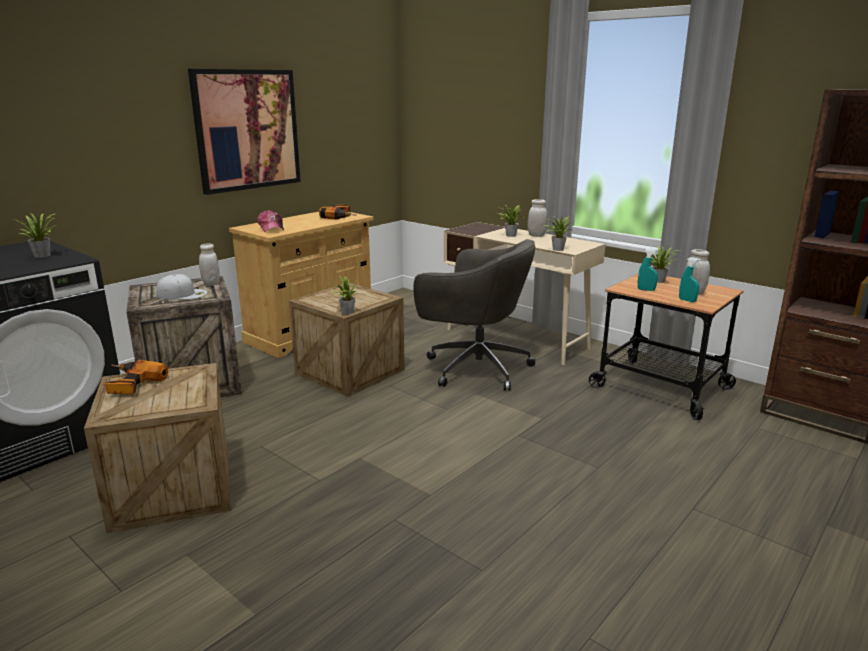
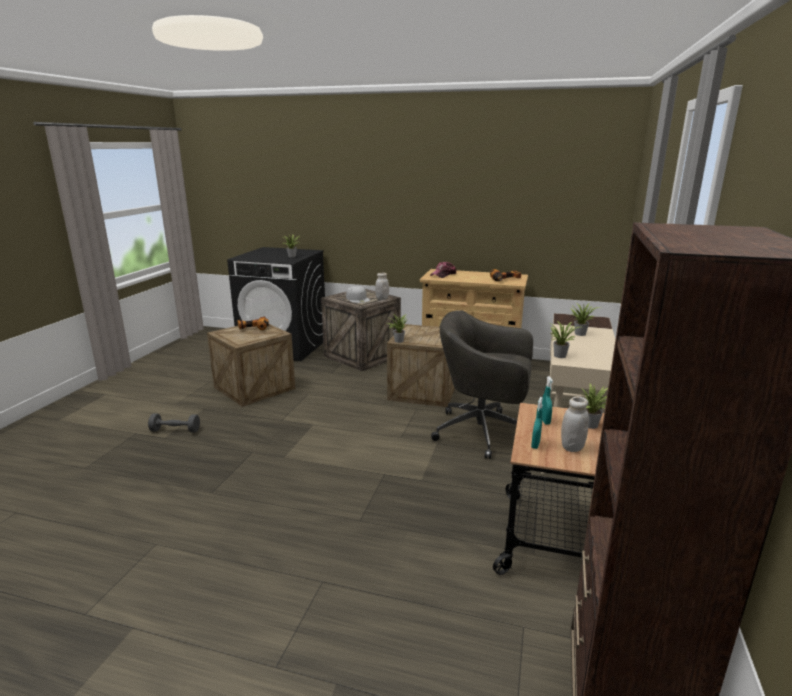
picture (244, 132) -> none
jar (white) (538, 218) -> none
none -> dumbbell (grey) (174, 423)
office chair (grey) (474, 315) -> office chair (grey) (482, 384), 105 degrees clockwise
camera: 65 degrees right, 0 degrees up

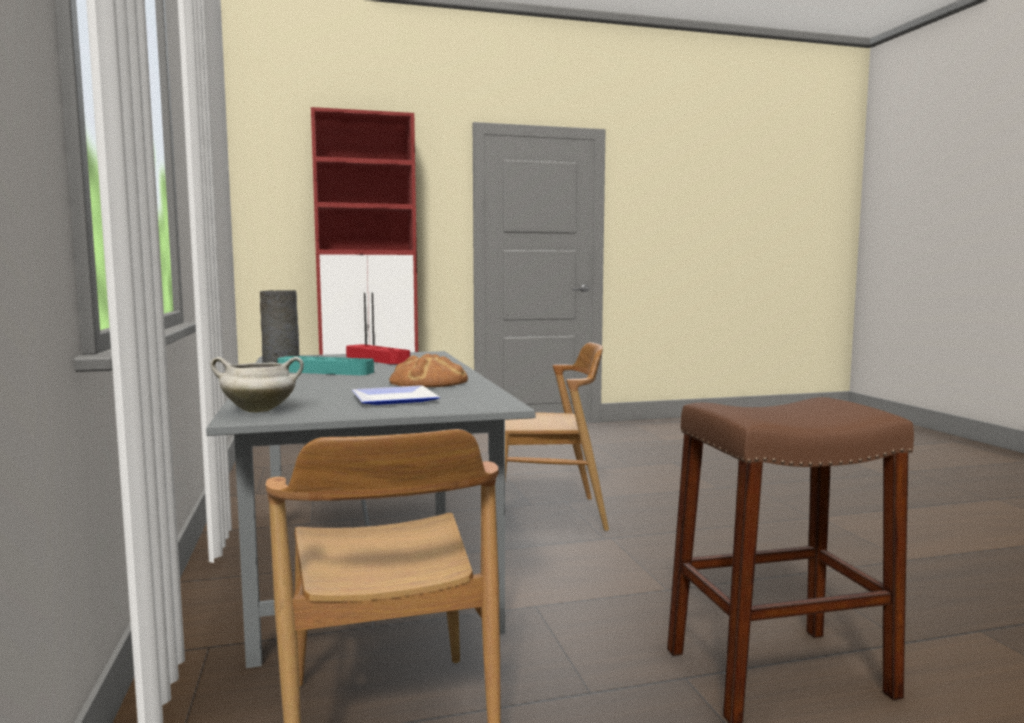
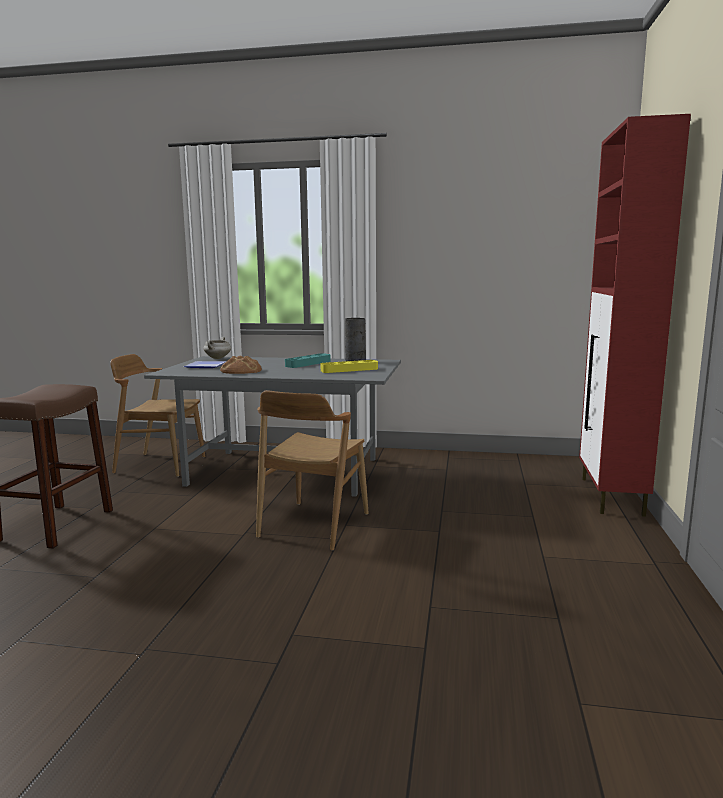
tray (red) (378, 354) -> tray (yellow) (349, 366)
camera: 115 degrees right, 5 degrees up

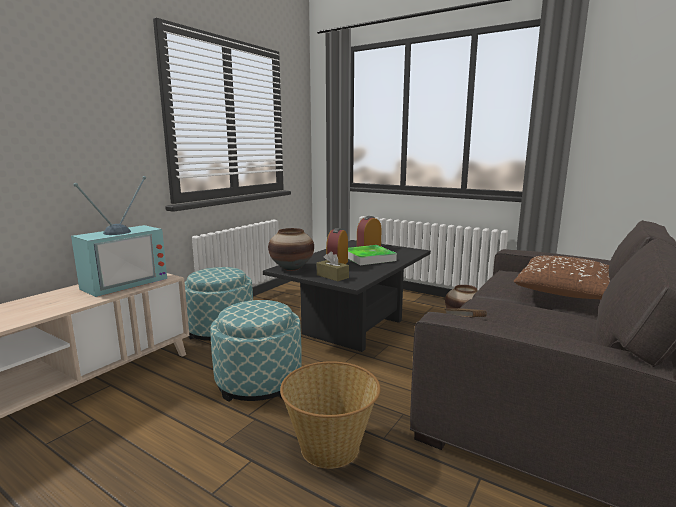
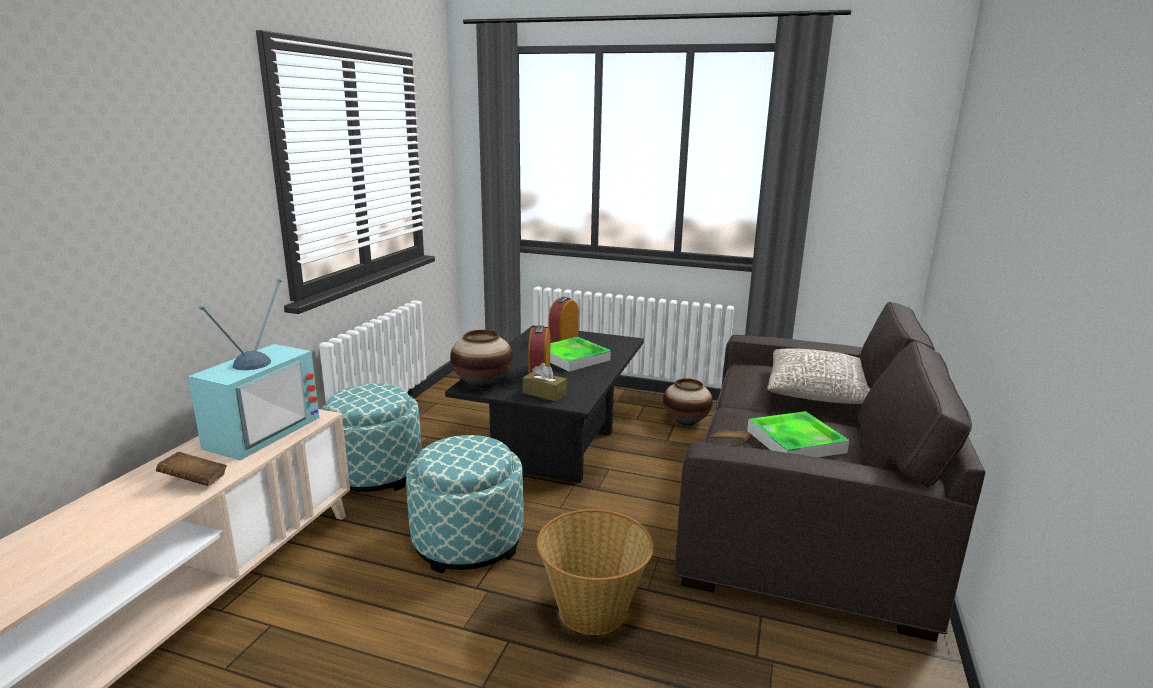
none -> book (brown) (191, 469)
none -> tray (798, 434)
pillow (brown) (562, 277) -> pillow (grey) (818, 376)
camera: 15 degrees left, 5 degrees up

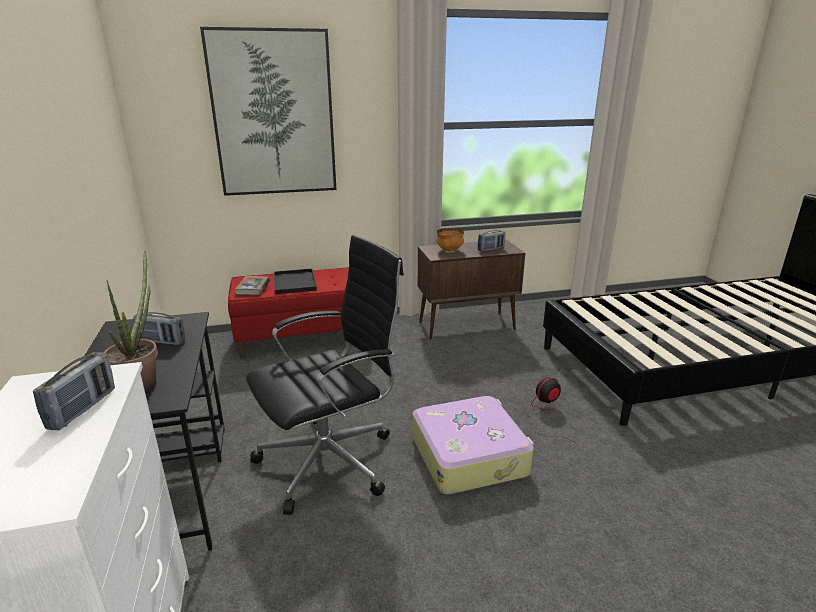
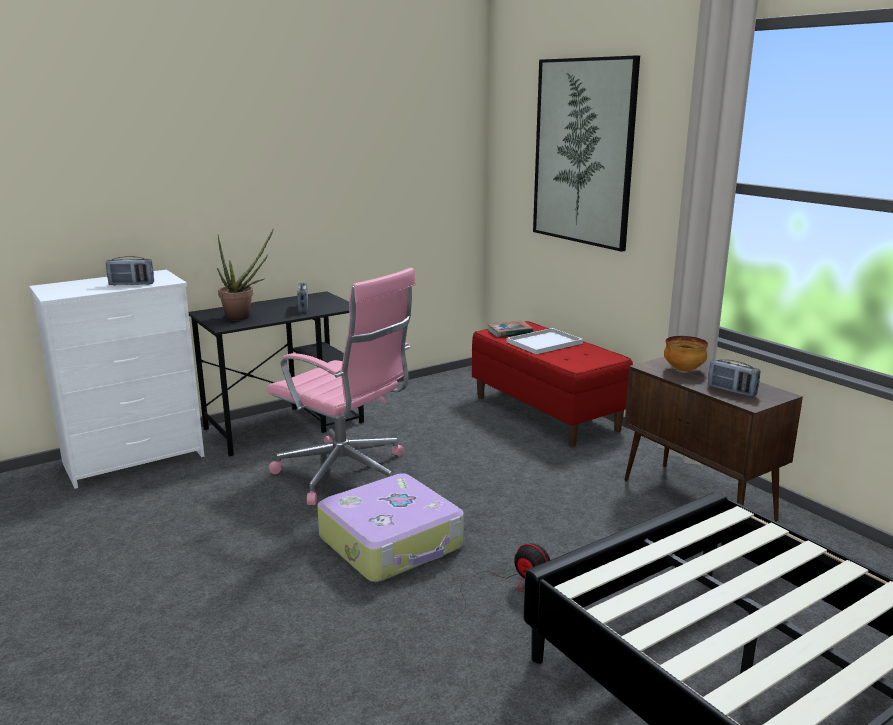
office chair (black) (325, 375) -> office chair (pink) (341, 386)
tray (black) (295, 281) -> tray (white) (544, 341)
camera: 70 degrees right, 5 degrees down

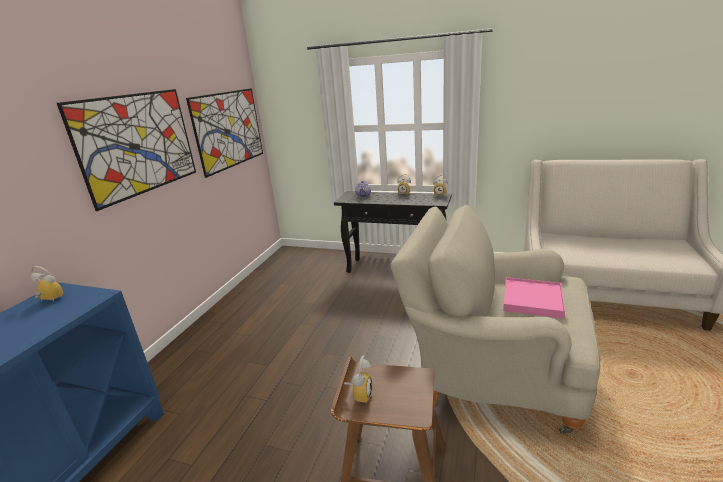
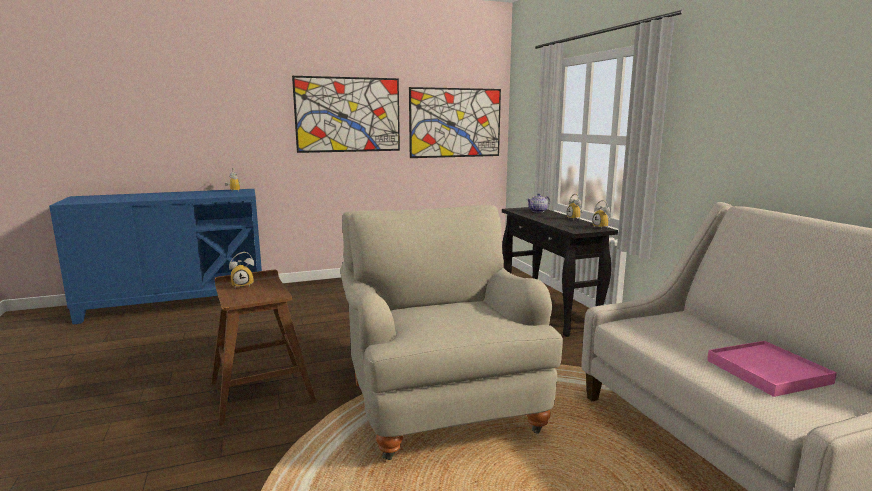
tray (pink) (534, 298) -> tray (pink) (772, 369), moved
camera: 50 degrees right, 10 degrees down

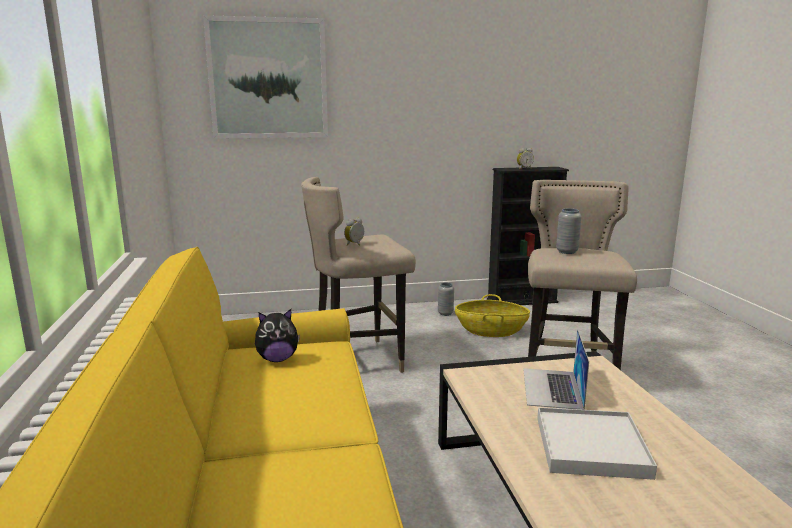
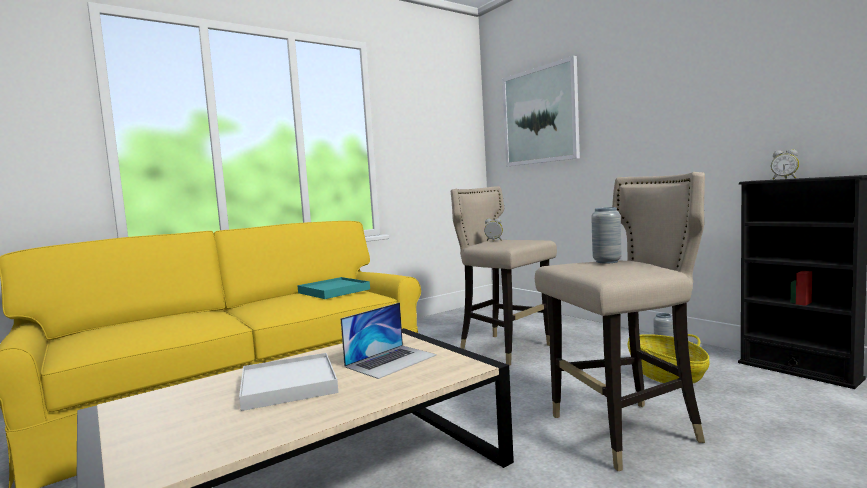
plush toy (277, 335) -> tray (turquoise) (333, 288)
laptop (556, 369) -> laptop (388, 340), 150 degrees clockwise
camera: 65 degrees right, 10 degrees down

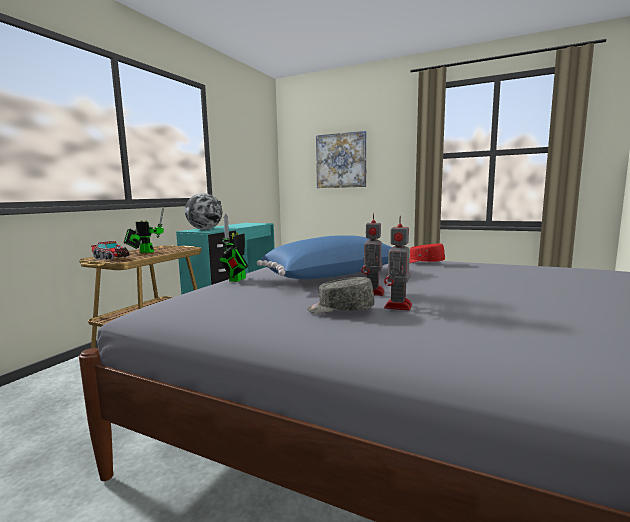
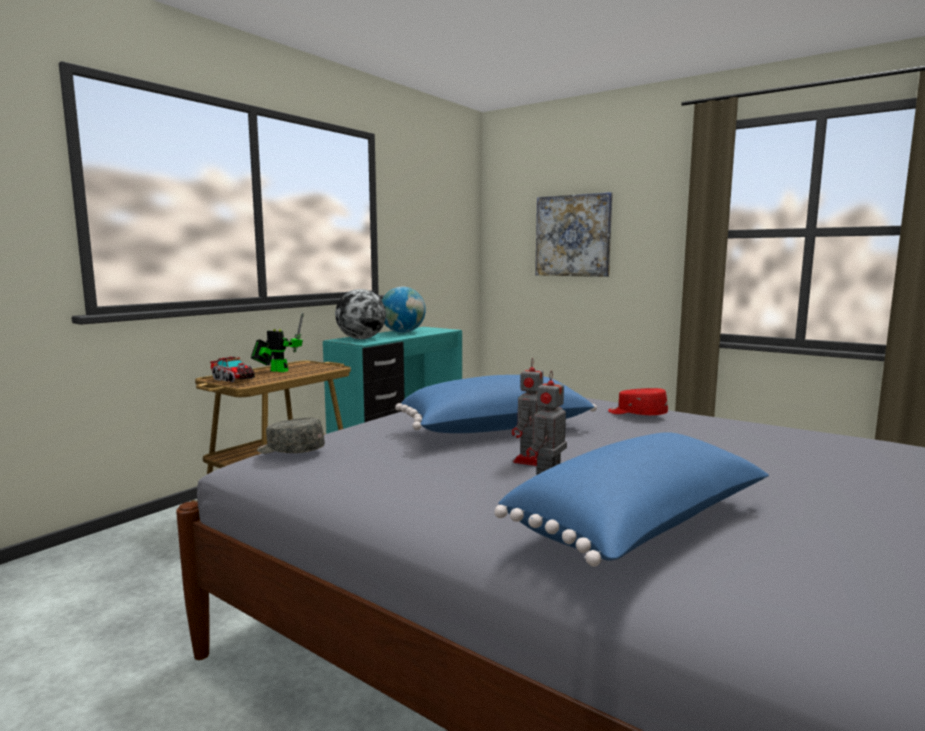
toy robot (233, 247) -> none
none -> globe (404, 309)
none -> pillow (blue) (631, 499)
cap (grey) (341, 295) -> cap (grey) (291, 435), moved
camera: 10 degrees right, 0 degrees up

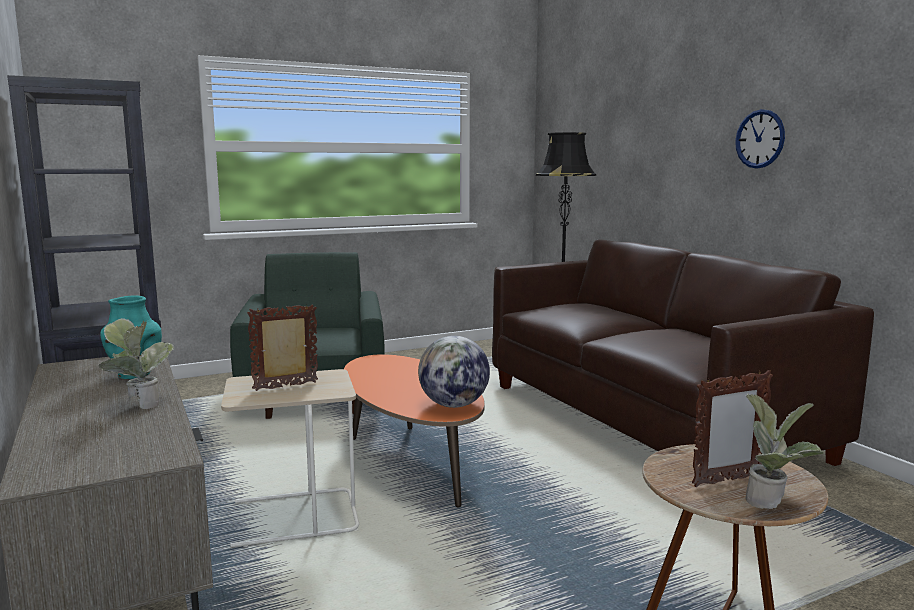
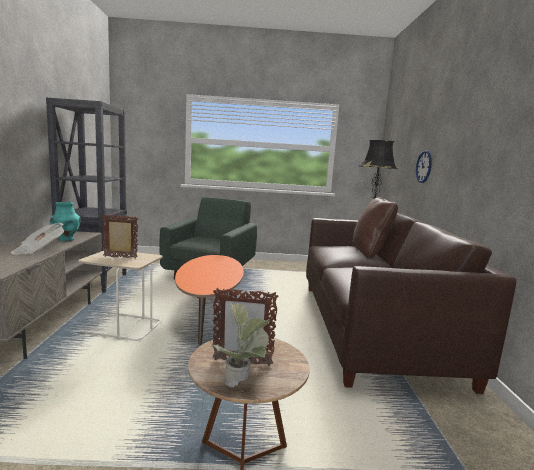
globe (454, 372) -> none
none -> pillow (brown) (375, 227)
wall clock (760, 139) -> wall clock (424, 166), moved
potted plant (136, 363) -> newspaper (37, 239)
camera: 25 degrees right, 0 degrees up

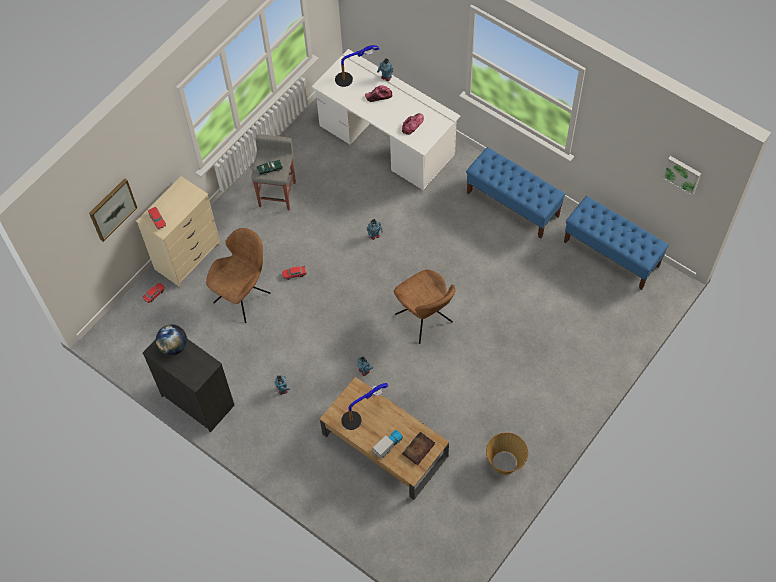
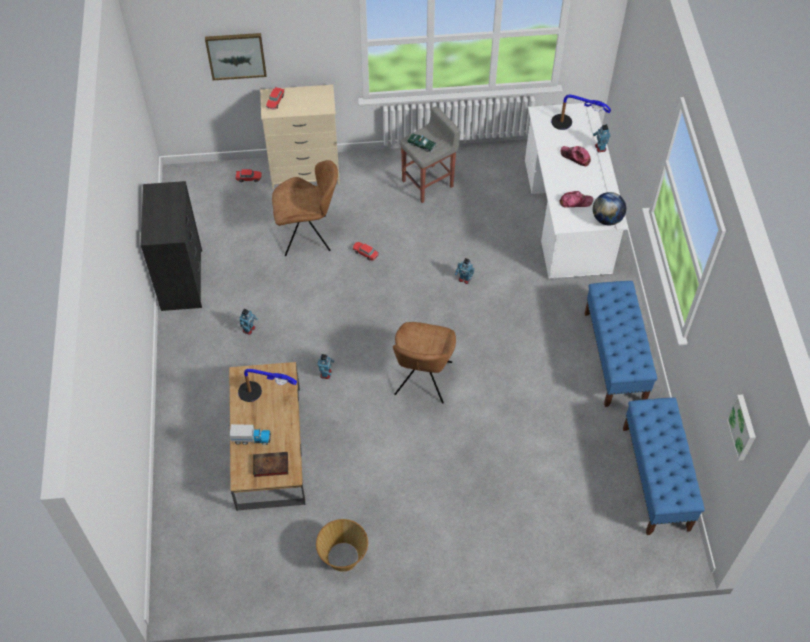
globe (171, 340) -> globe (609, 208), moved
camera: 45 degrees right, 5 degrees down

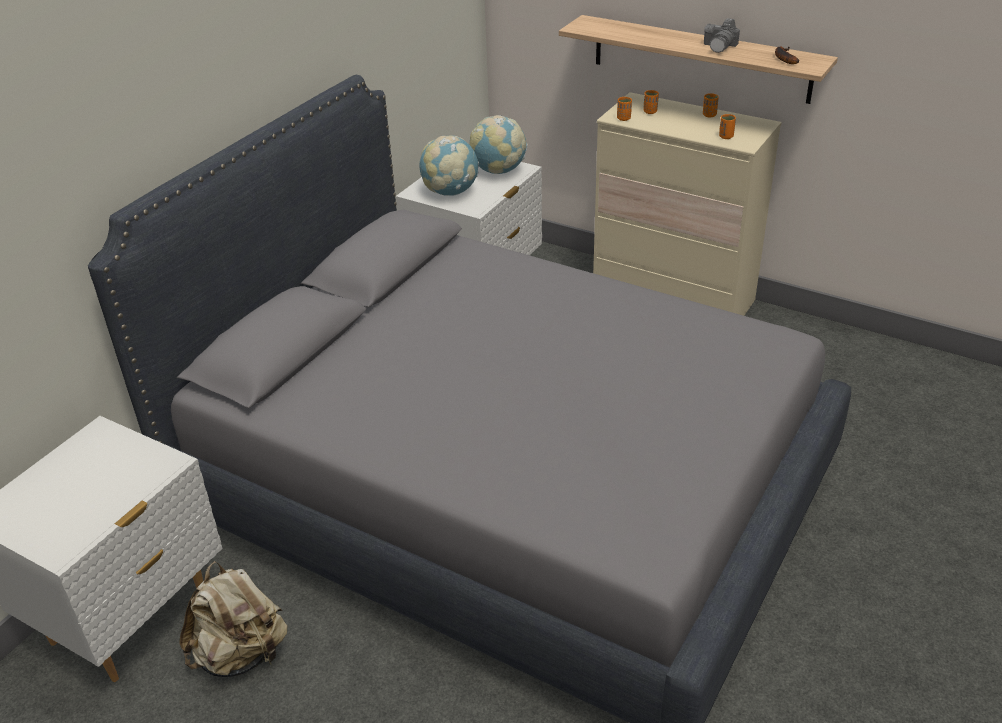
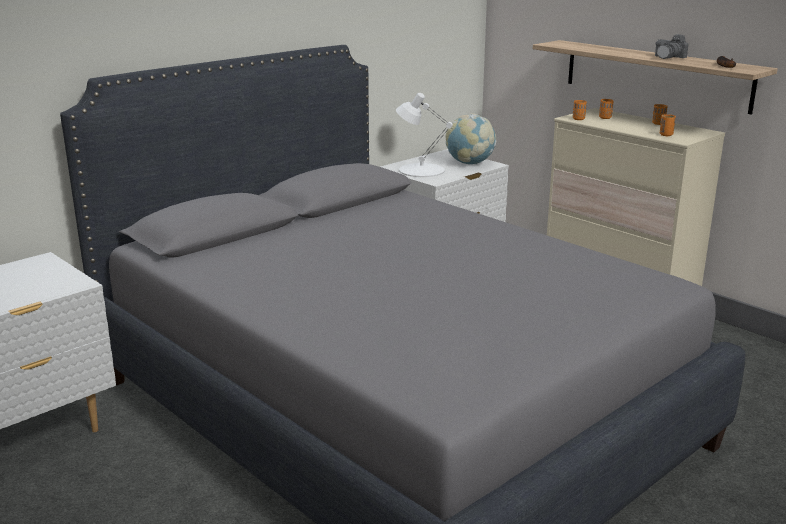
backpack (beige) (233, 619) -> none
globe (449, 165) -> table lamp (white) (424, 135)
camera: 15 degrees right, 15 degrees down

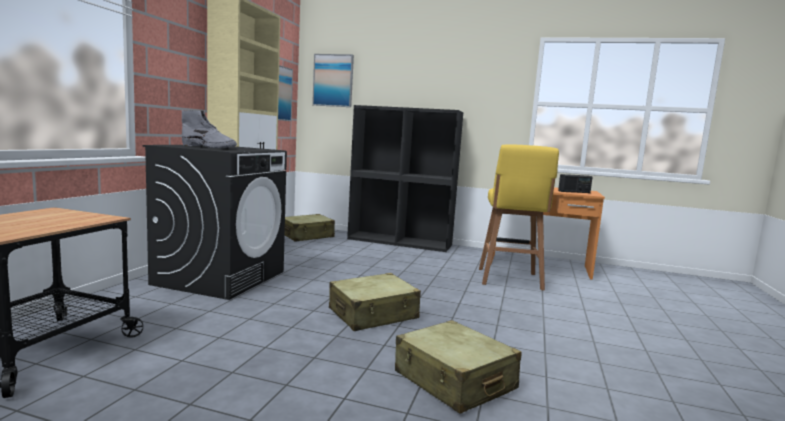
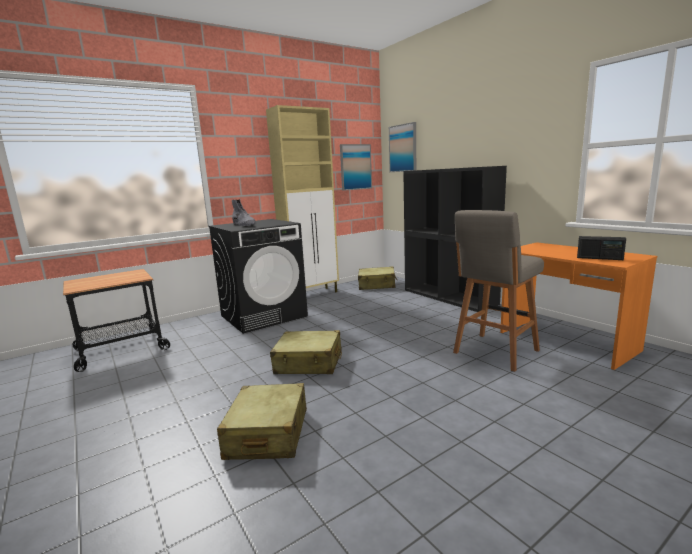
stool (yellow) (519, 217) -> stool (grey) (498, 291)
camera: 40 degrees right, 5 degrees up

